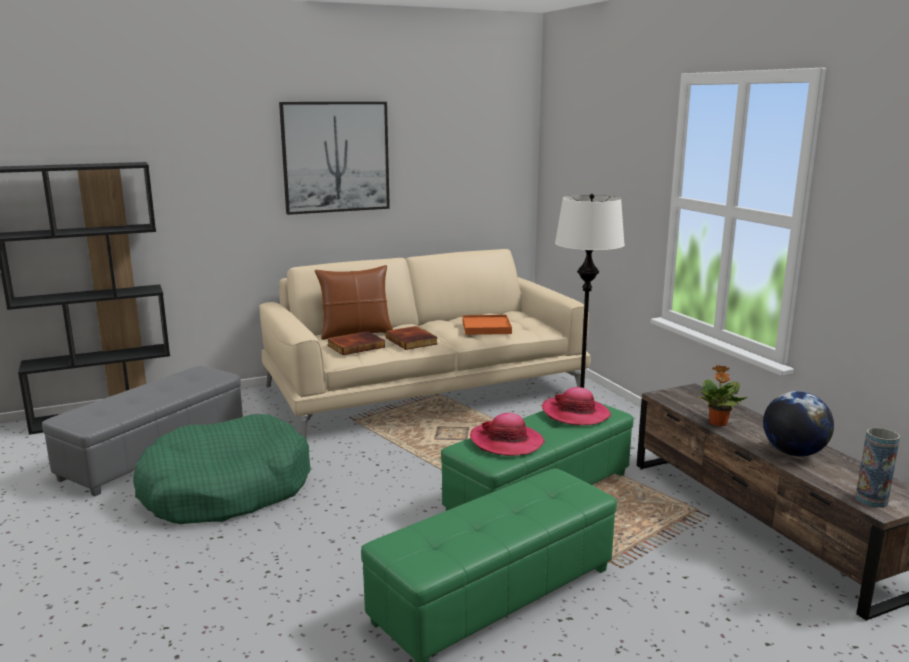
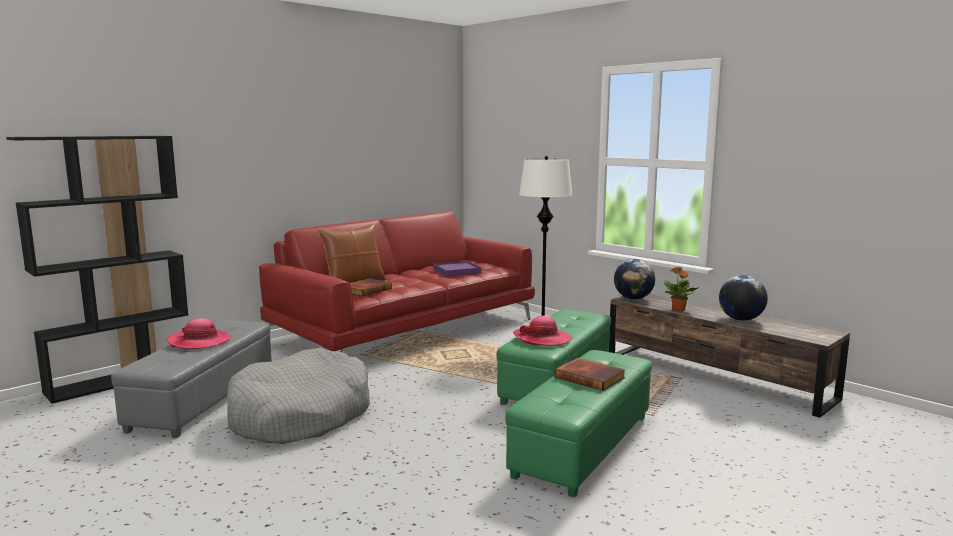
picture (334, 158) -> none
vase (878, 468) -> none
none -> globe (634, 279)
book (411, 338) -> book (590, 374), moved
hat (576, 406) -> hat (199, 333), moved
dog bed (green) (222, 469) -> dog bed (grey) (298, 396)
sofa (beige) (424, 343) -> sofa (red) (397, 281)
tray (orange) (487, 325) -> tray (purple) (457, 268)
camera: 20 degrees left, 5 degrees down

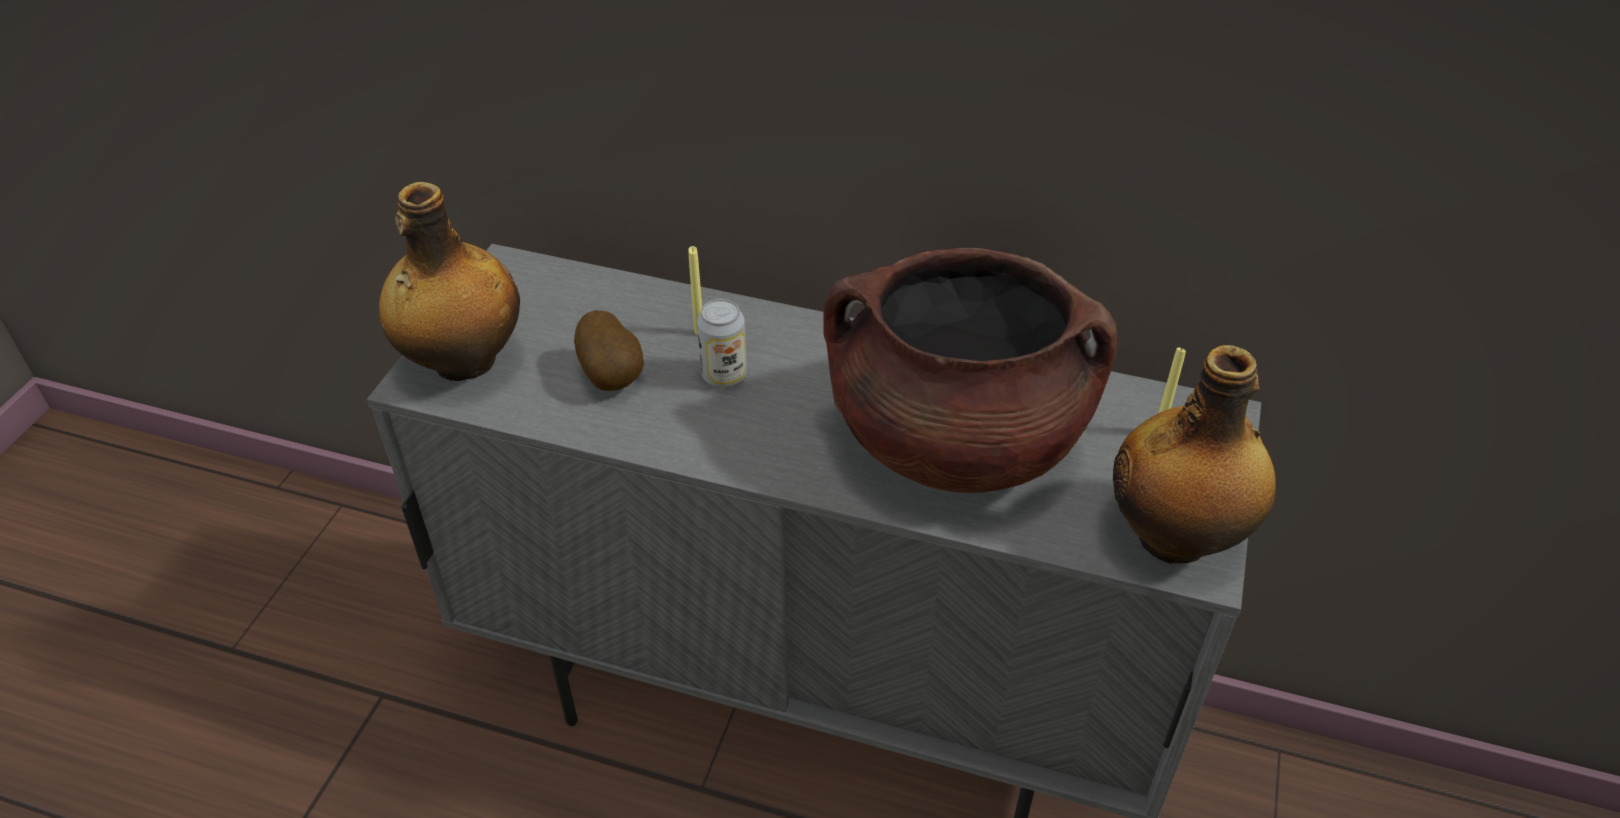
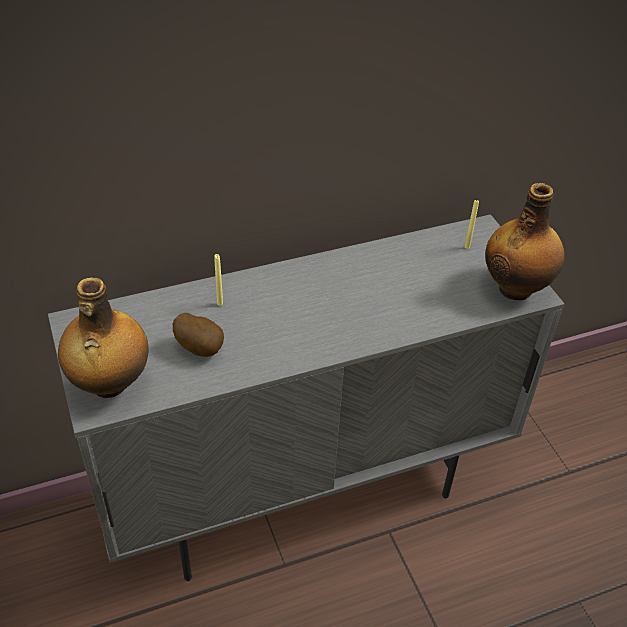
can (722, 343) -> none
cooking pot (brown) (970, 370) -> none
camera: 40 degrees left, 0 degrees up

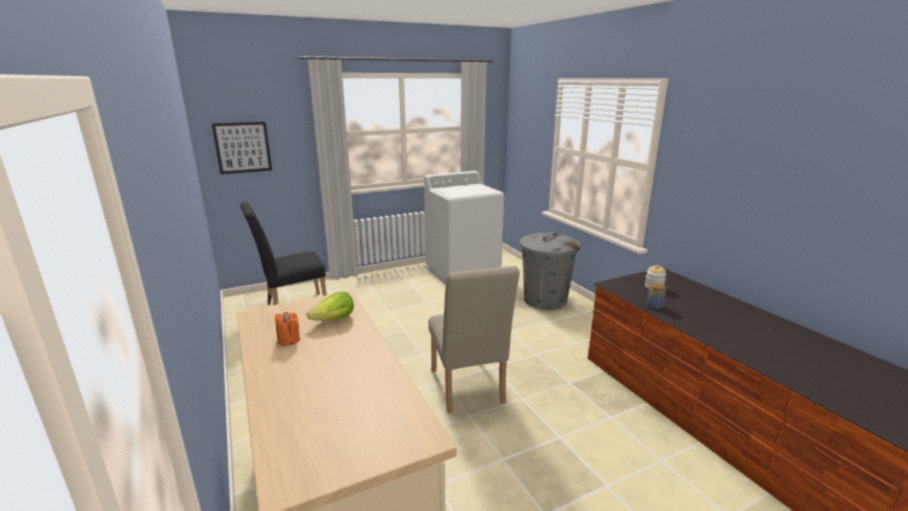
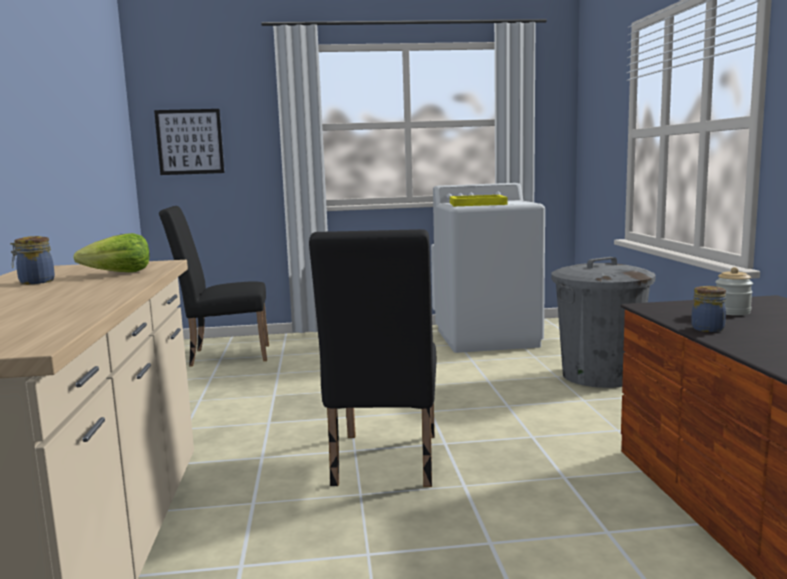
none -> tray (yellow) (478, 200)
candle (orange) (287, 329) -> jar (32, 260)
chair (beige) (474, 339) -> chair (black) (372, 358)
camera: 20 degrees right, 10 degrees down

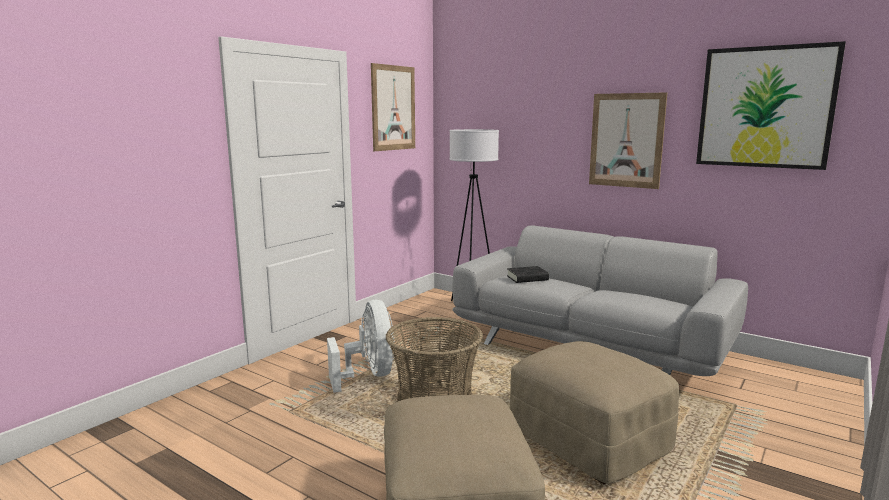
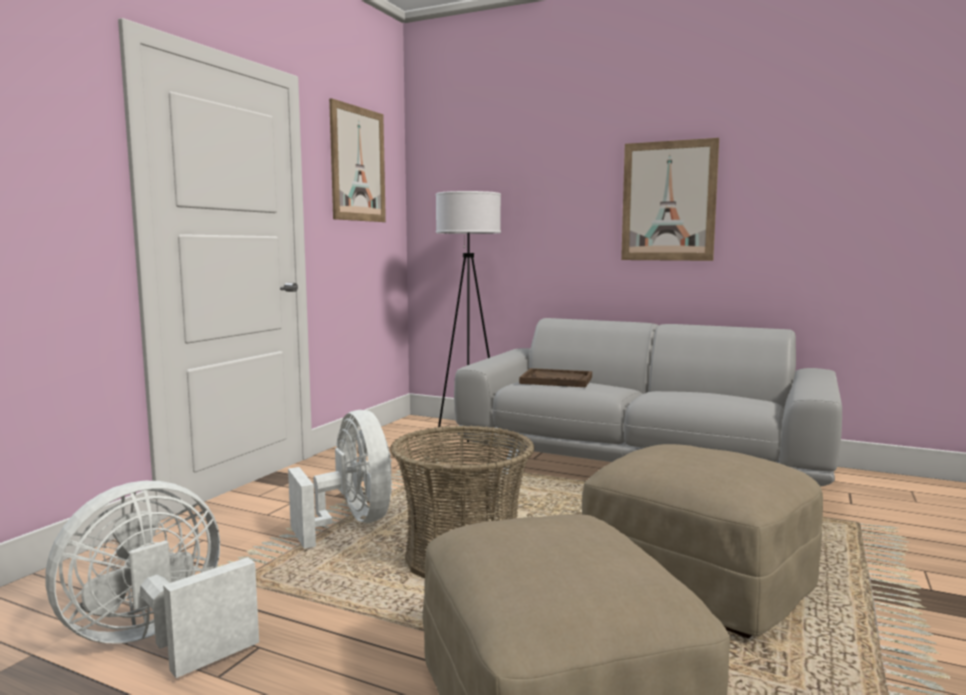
picture (771, 105) -> none
none -> fan (white) (152, 579)
book (black) (528, 274) -> tray (brown) (555, 377)
camera: 10 degrees left, 5 degrees down

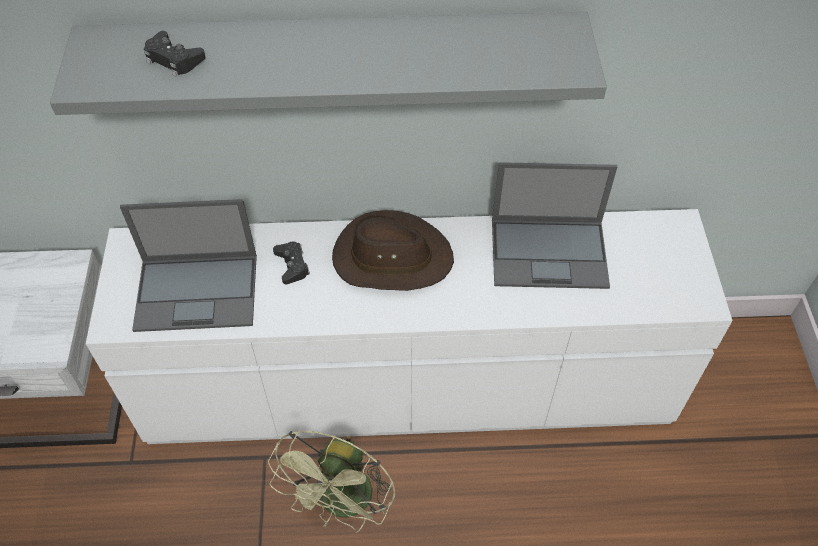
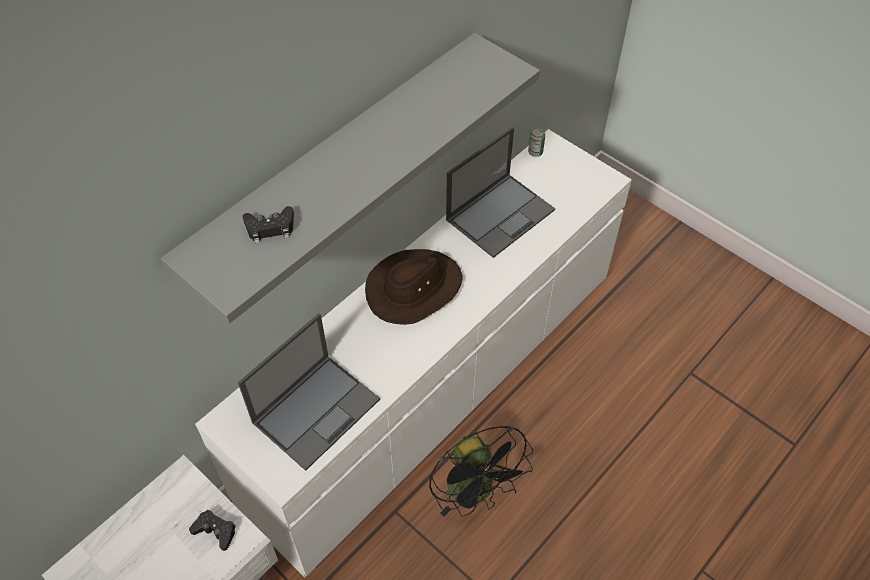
none -> can (536, 142)
game controller (black) (291, 263) -> game controller (black) (212, 530), moved
fan (green) (331, 482) -> fan (black) (481, 471)
camera: 45 degrees left, 0 degrees up

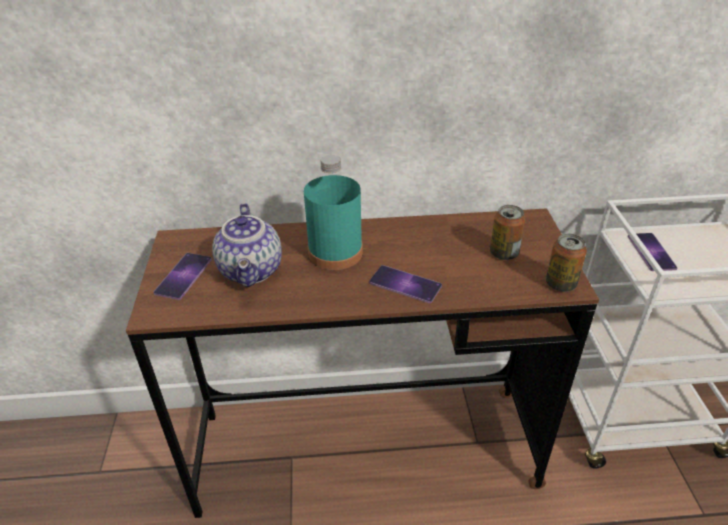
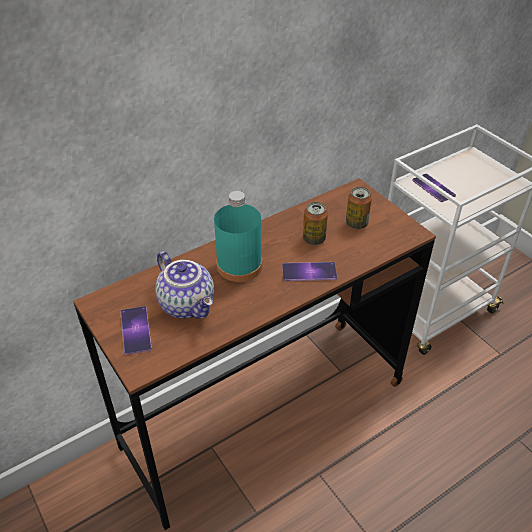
can (566, 263) -> can (315, 223), moved
camera: 30 degrees left, 5 degrees up

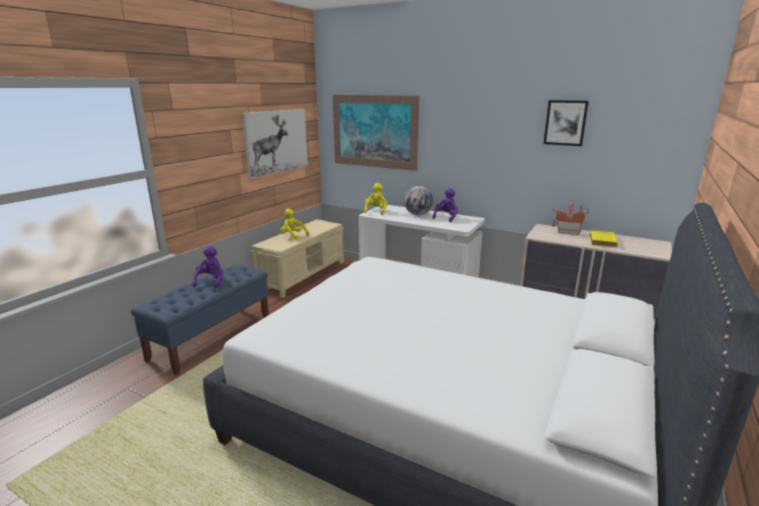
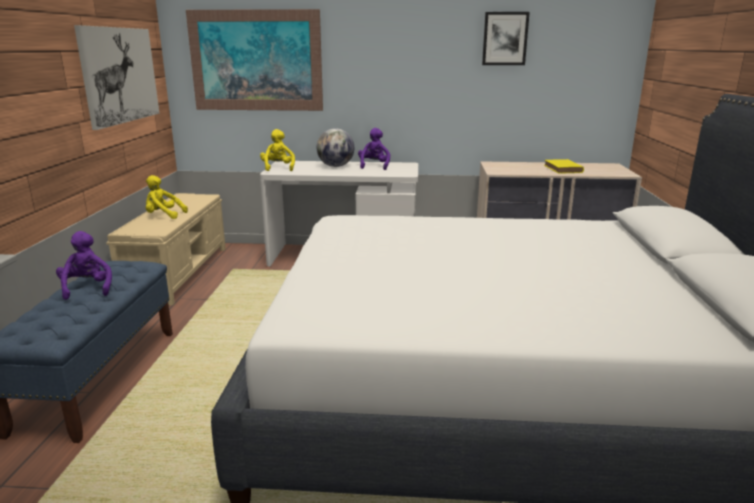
toy house (570, 218) -> none
camera: 25 degrees left, 0 degrees up

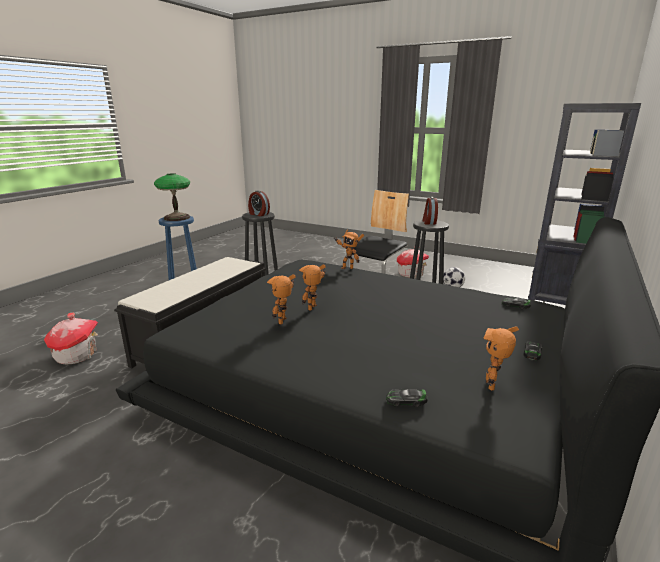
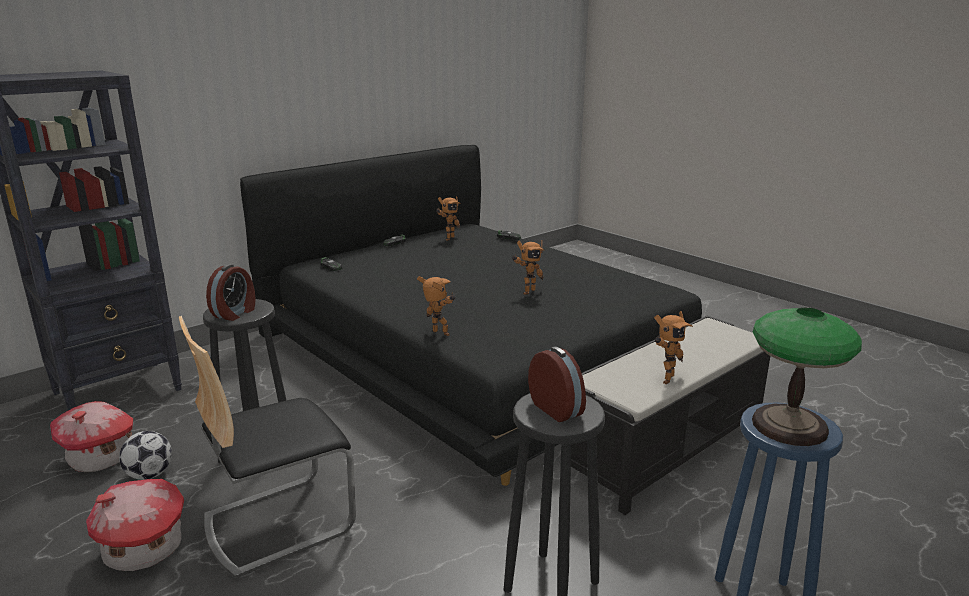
toy house (71, 339) -> toy house (91, 436), moved
toy robot (281, 299) -> toy robot (673, 347), moved
camera: 160 degrees left, 0 degrees up

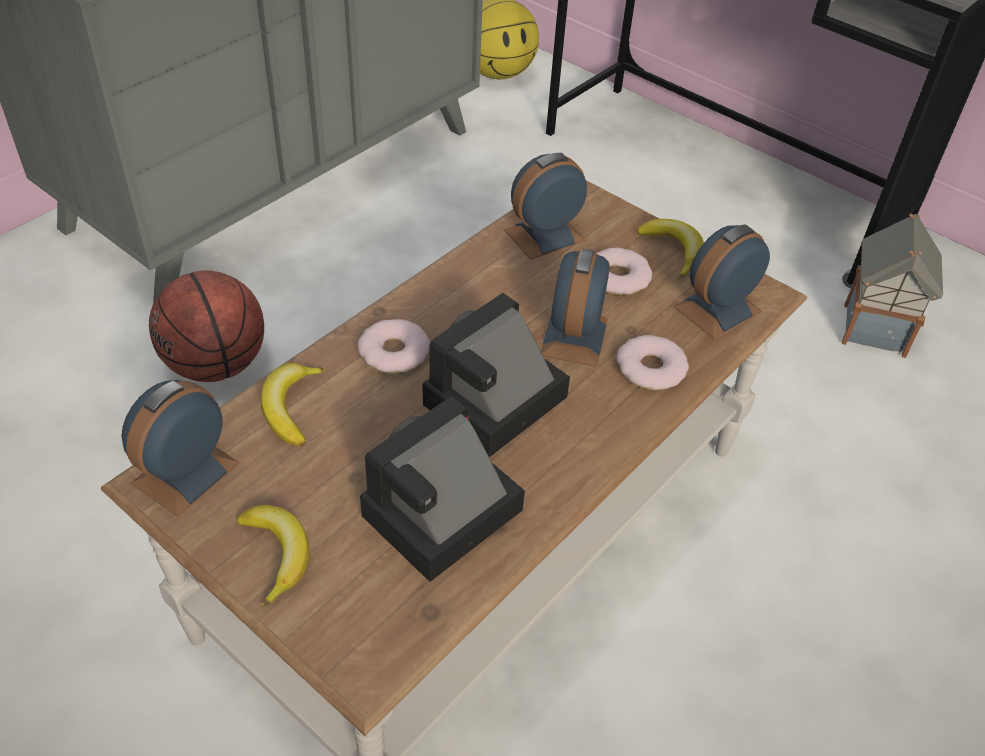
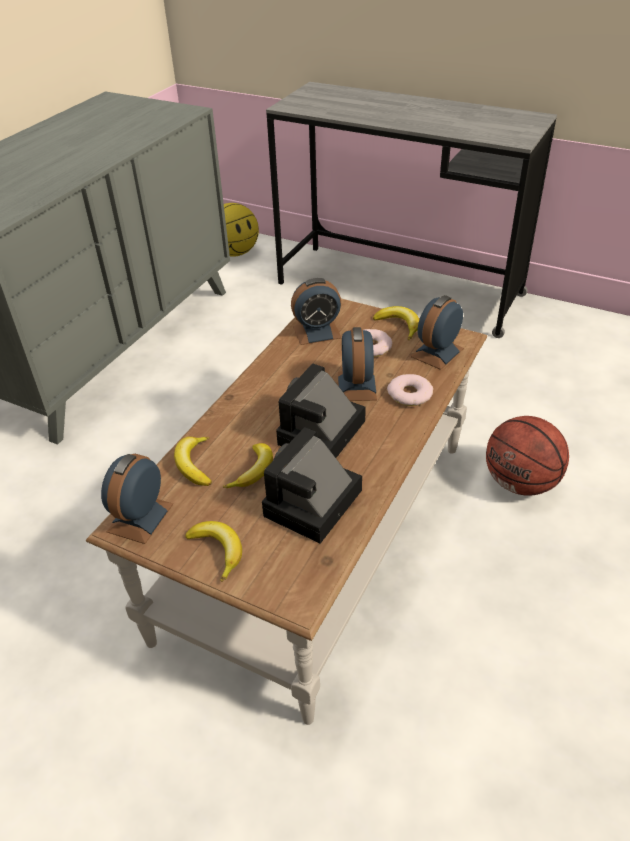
donut (393, 346) -> none
toy house (892, 285) -> none
none -> banana (248, 465)
basketball (206, 326) -> basketball (527, 456), moved
alarm clock (545, 206) -> alarm clock (316, 311), 150 degrees counterclockwise
camera: 10 degrees left, 5 degrees down

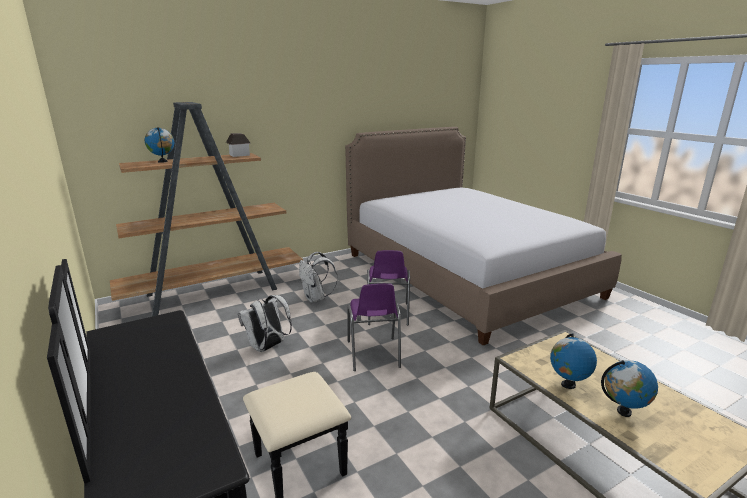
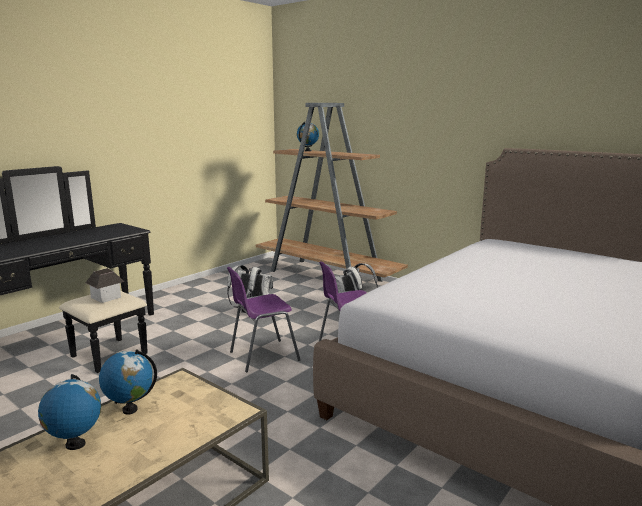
toy house (238, 145) -> toy house (105, 285), moved
camera: 70 degrees right, 5 degrees down

